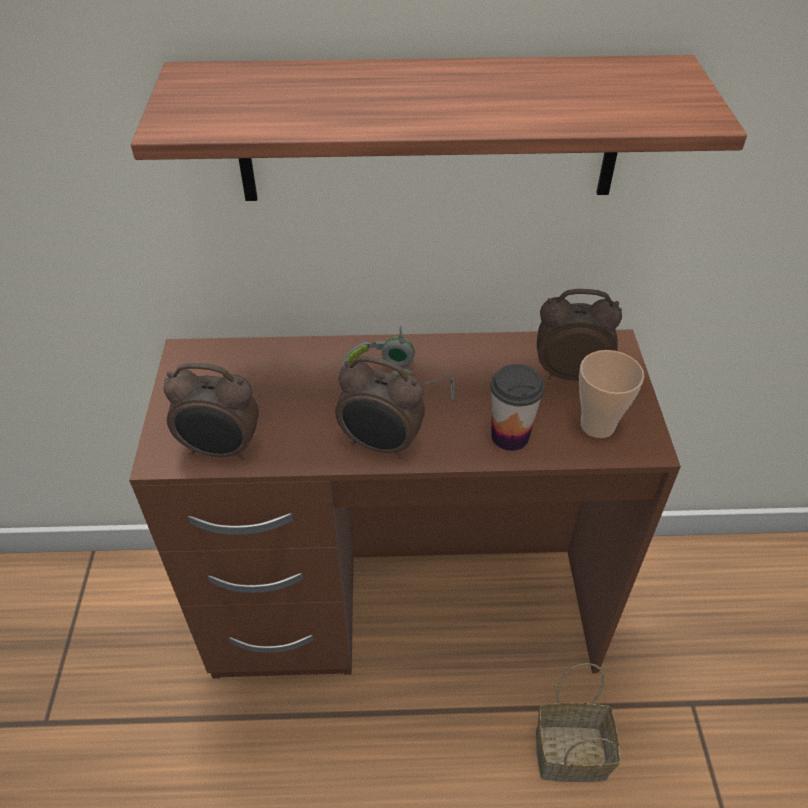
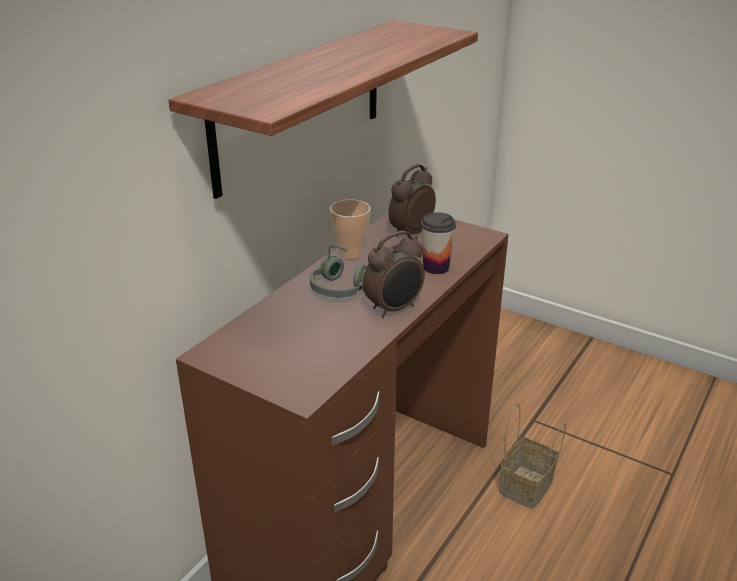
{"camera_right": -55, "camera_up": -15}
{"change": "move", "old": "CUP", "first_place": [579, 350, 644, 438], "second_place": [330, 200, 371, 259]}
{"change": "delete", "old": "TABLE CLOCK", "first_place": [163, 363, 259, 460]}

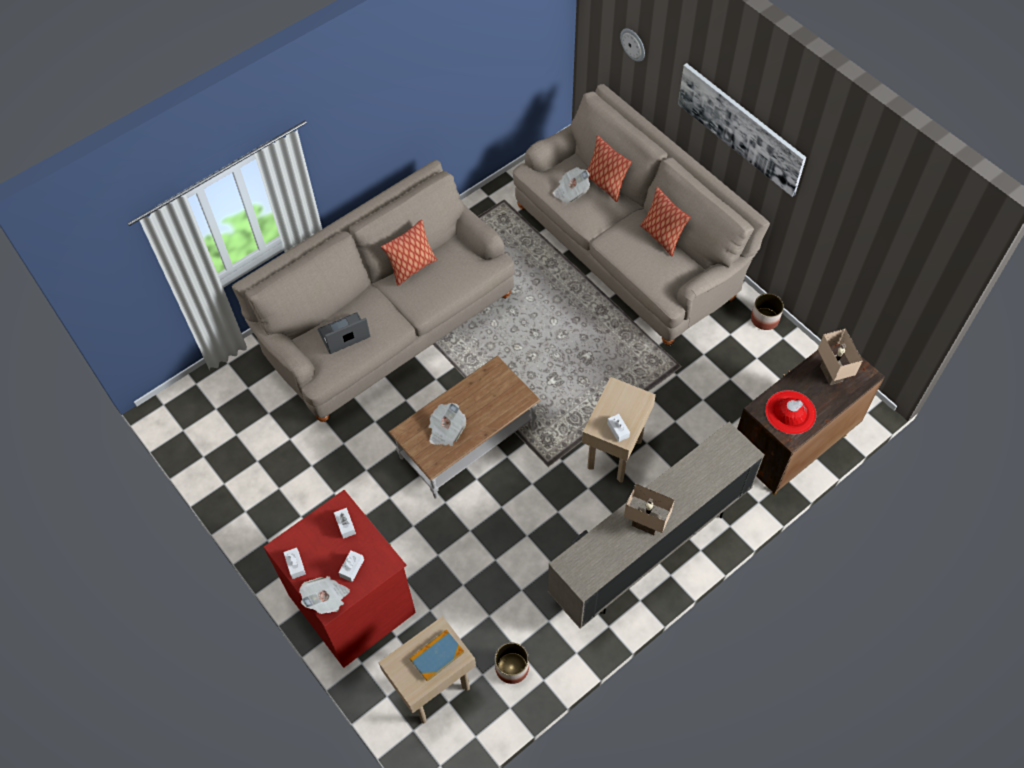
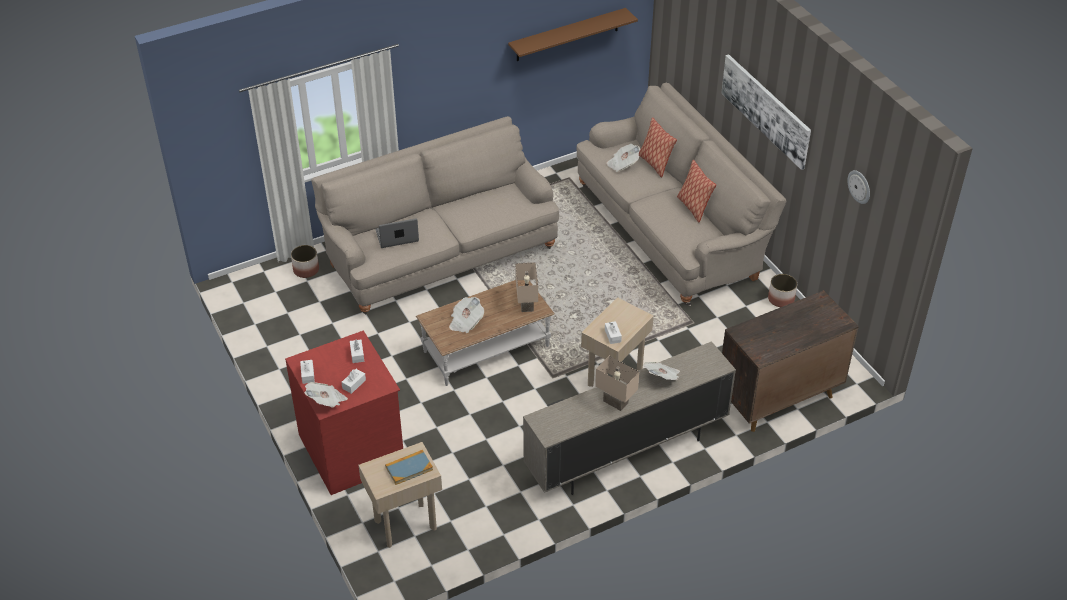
{"camera_right": 10, "camera_up": -15}
{"change": "move", "old": "FLOWER POT", "first_place": [495, 642, 529, 684], "second_place": [291, 245, 319, 278]}
{"change": "insert", "new": "BROWN-COLOURED SHELF", "second_place": [508, 8, 638, 61]}
{"change": "move", "old": "SAND-COLOURED TABLETOP LAMP", "first_place": [818, 329, 863, 385], "second_place": [515, 262, 538, 312]}
{"change": "insert", "new": "PRINTED PAPER", "second_place": [643, 362, 680, 380]}
{"change": "move", "old": "WALL CLOCK", "first_place": [620, 28, 645, 62], "second_place": [847, 170, 870, 204]}
{"change": "delete", "old": "THROW PILLOW", "first_place": [381, 220, 437, 286]}
{"change": "delete", "old": "RED-COLOURED HAT", "first_place": [765, 390, 816, 435]}

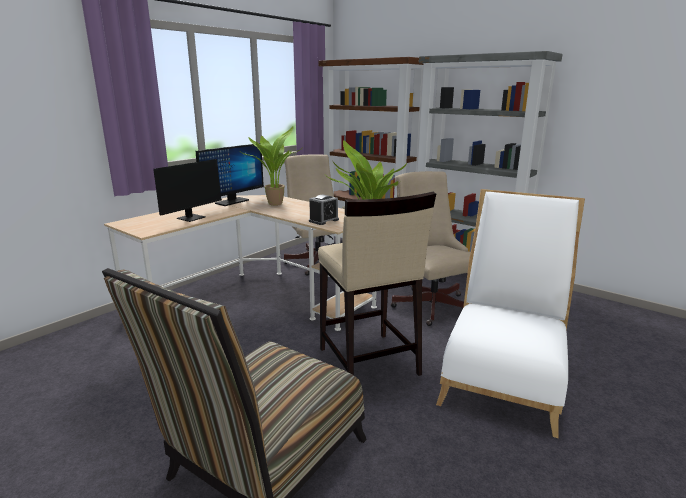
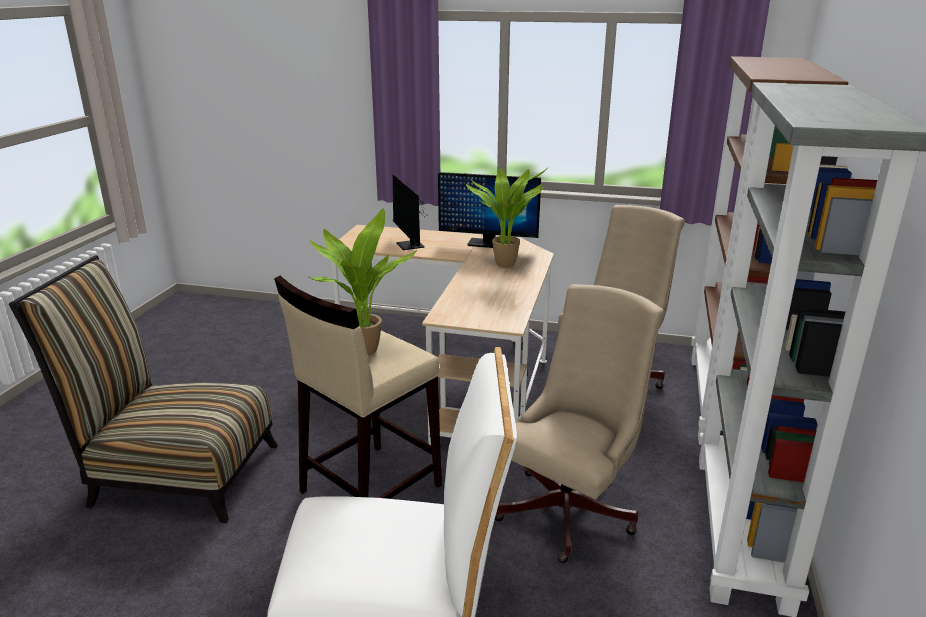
{"camera_right": 65, "camera_up": 5}
{"change": "rotate", "old": "COMPUTER SCREEN", "first_place": [153, 159, 234, 222], "second_place": [393, 174, 428, 250], "degrees": 60}
{"change": "delete", "old": "TABLE CLOCK", "first_place": [309, 195, 339, 225]}

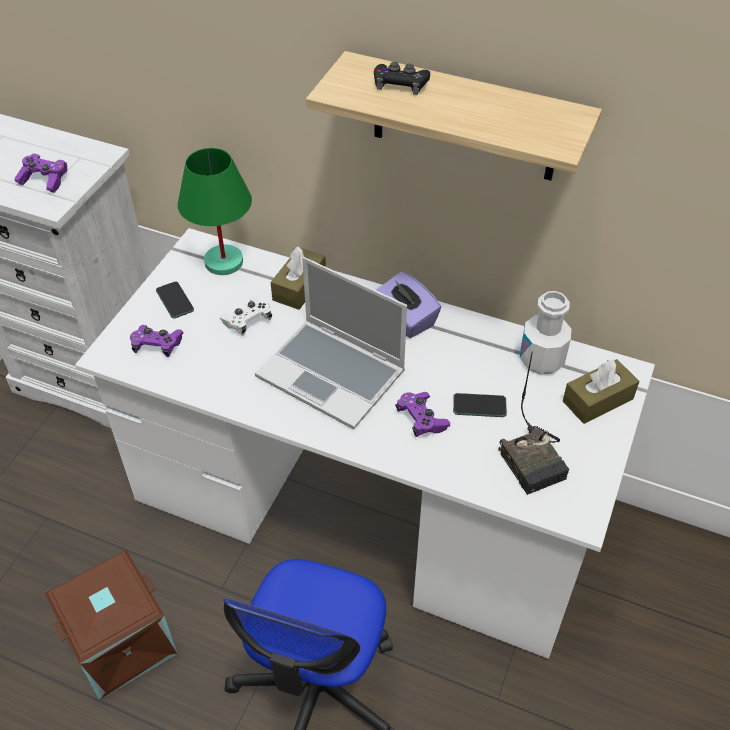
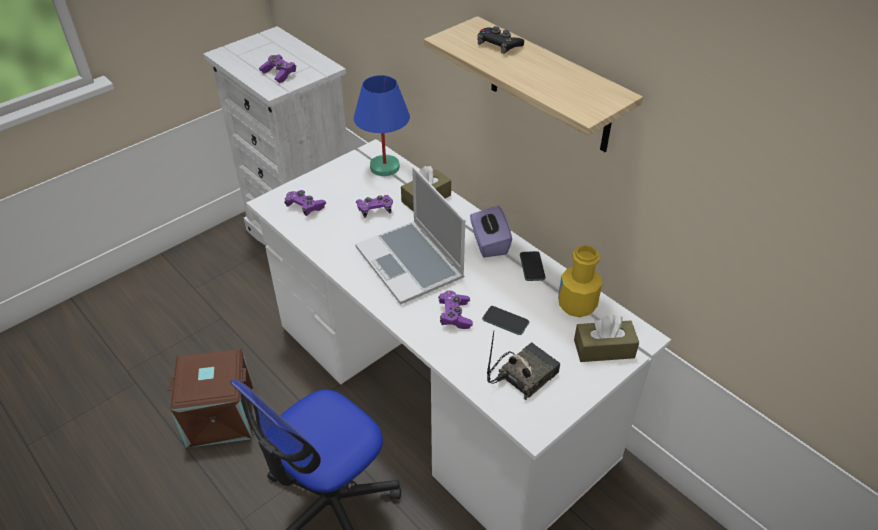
{"camera_right": 25, "camera_up": -5}
{"change": "recolor", "old": "GREEN-COLOURED TABLETOP LAMP", "new": "BLUISH TABLETOP LAMP", "first_place": [178, 148, 252, 275], "second_place": [354, 75, 410, 176]}
{"change": "recolor", "old": "WHITE GAME CONTROLLER", "new": "PURPLE GAME CONTROLLER", "first_place": [220, 297, 272, 336], "second_place": [356, 195, 393, 218]}
{"change": "rotate", "old": "RADIO", "first_place": [498, 352, 569, 495], "second_place": [487, 330, 561, 400], "degrees": -135}
{"change": "move", "old": "HANDSET", "first_place": [156, 281, 194, 318], "second_place": [520, 251, 546, 281]}
{"change": "recolor", "old": "WHITE DRINK BOTTLE", "new": "YELLOW DRINK BOTTLE", "first_place": [520, 291, 571, 375], "second_place": [558, 245, 602, 317]}

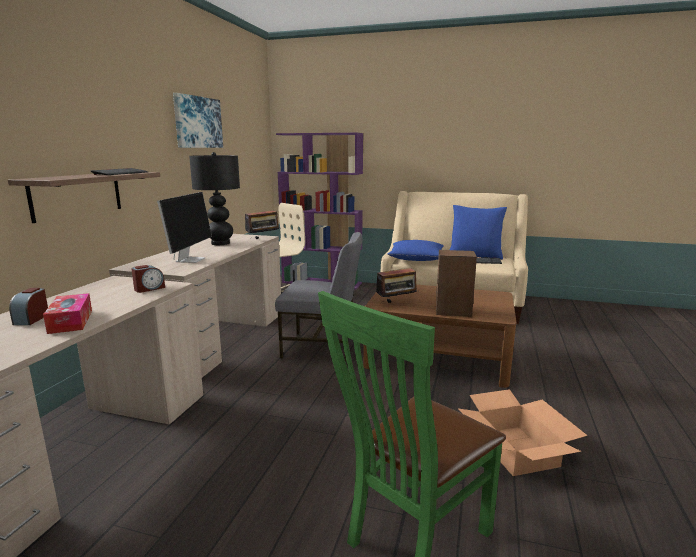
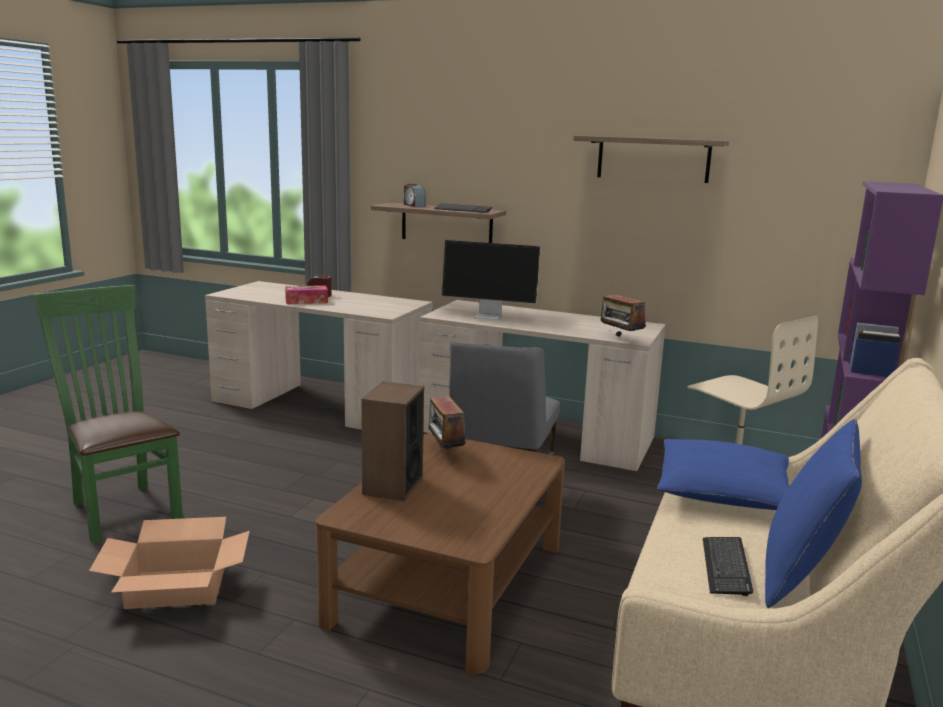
{"camera_right": 95, "camera_up": 0}
{"change": "move", "old": "TABLE CLOCK", "first_place": [131, 265, 165, 293], "second_place": [404, 184, 426, 207]}
{"change": "replace", "old": "PICTURE", "new": "SHELF", "first_place": [173, 93, 223, 148], "second_place": [574, 136, 729, 183]}
{"change": "delete", "old": "BLACK TABLETOP LAMP", "first_place": [189, 152, 240, 245]}

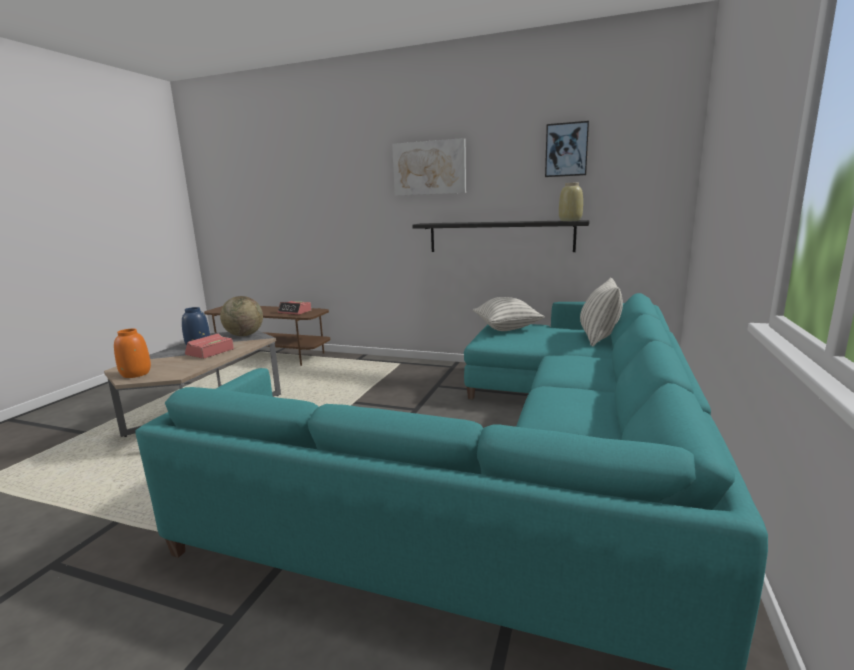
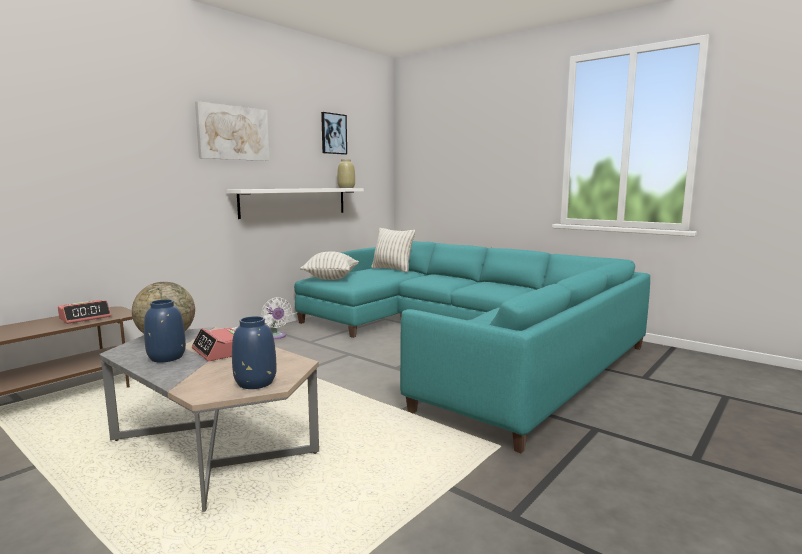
{"camera_right": -70, "camera_up": -5}
{"change": "recolor", "old": "BLACK SHELF", "new": "WHITE SHELF", "first_place": [413, 220, 590, 252], "second_place": [227, 188, 364, 219]}
{"change": "recolor", "old": "ORANGEY VASE", "new": "BLUISH VASE", "first_place": [114, 329, 151, 378], "second_place": [232, 316, 276, 389]}
{"change": "insert", "new": "WHITE ELECTRIC FAN", "second_place": [261, 297, 292, 340]}

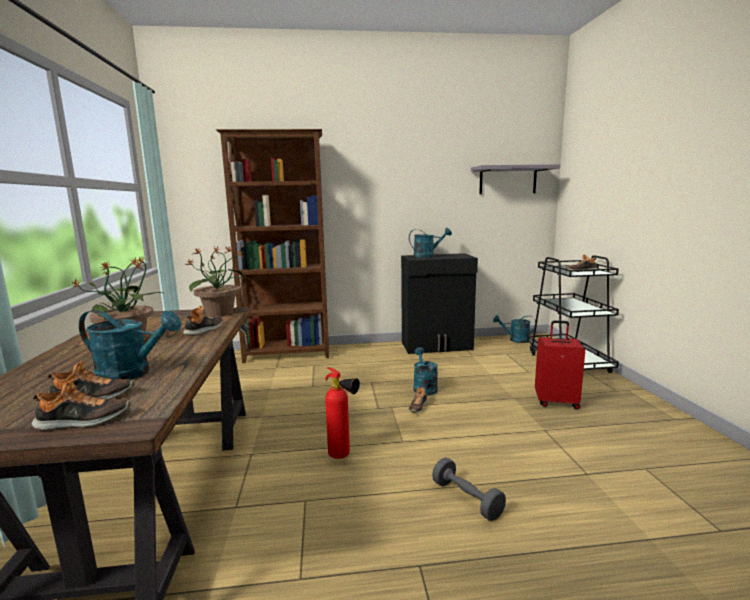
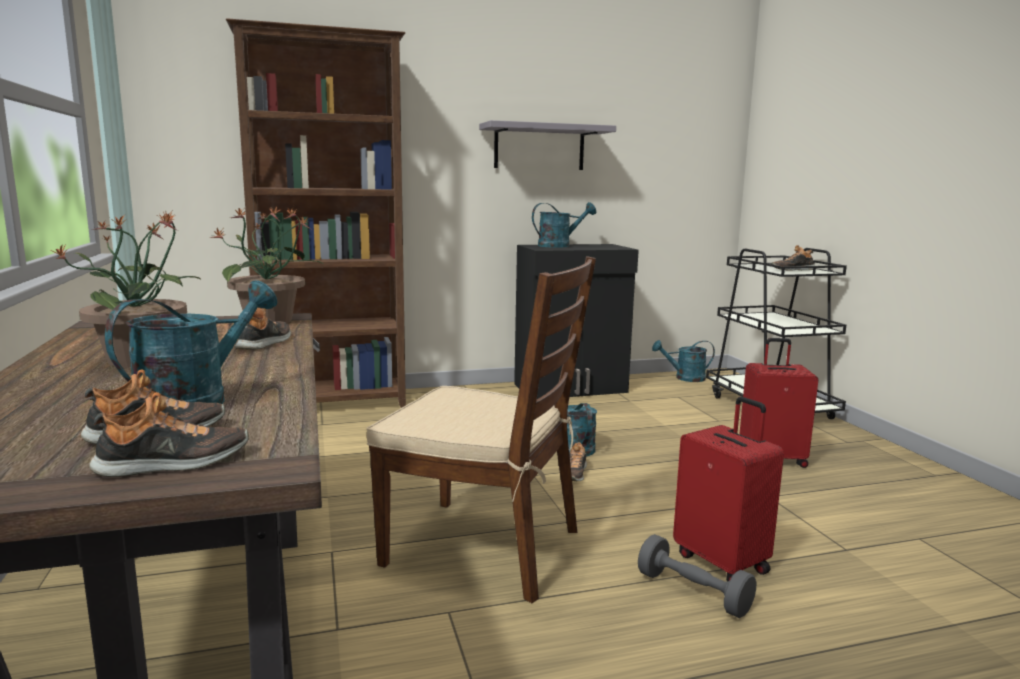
{"camera_right": -10, "camera_up": 0}
{"change": "rotate", "old": "TURQUOISE WATERING POT", "first_place": [79, 310, 182, 380], "second_place": [105, 281, 277, 404], "degrees": -60}
{"change": "replace", "old": "EXTINGUISHER", "new": "BROWN-COLOURED UPRIGHT CHAIR", "first_place": [325, 368, 360, 459], "second_place": [366, 256, 596, 603]}
{"change": "move", "old": "GRAY SHELF", "first_place": [471, 164, 560, 194], "second_place": [479, 120, 616, 170]}
{"change": "insert", "new": "RED-COLOURED PIECE OF LUGGAGE", "second_place": [673, 397, 784, 581]}

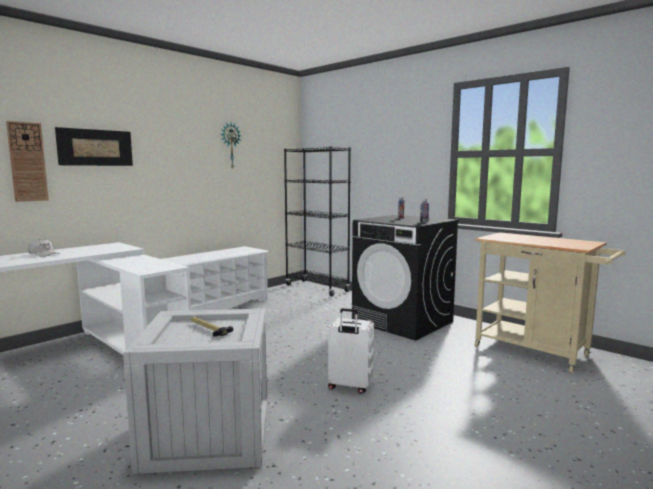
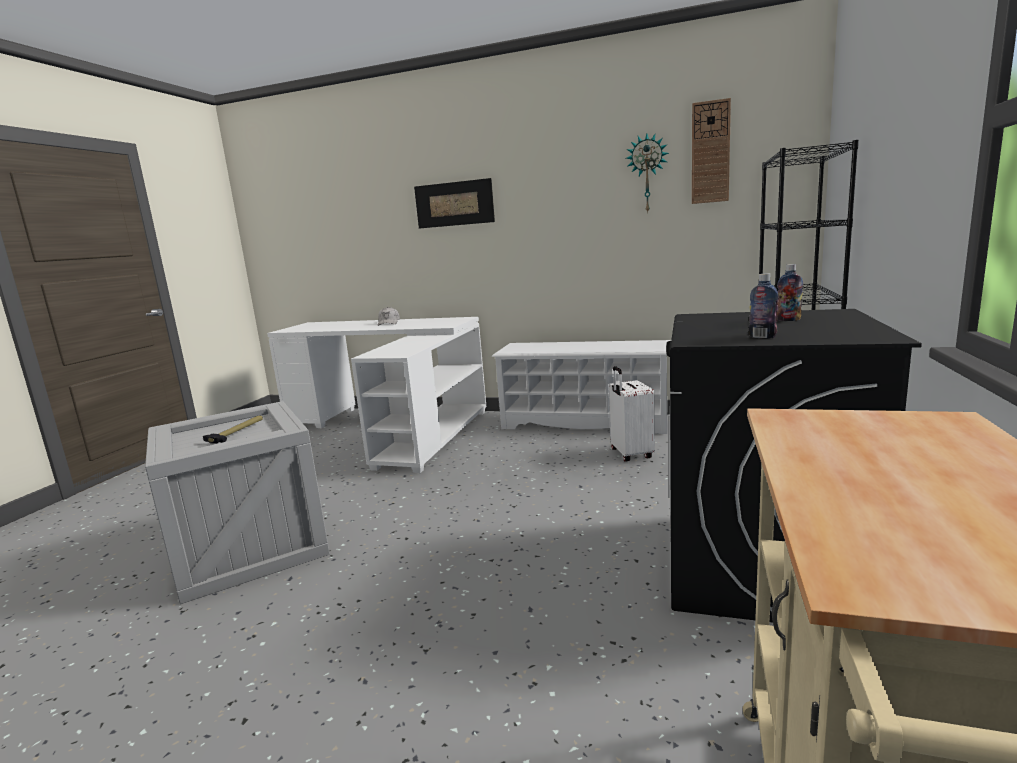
{"camera_right": 65, "camera_up": 5}
{"change": "move", "old": "WHITE PIECE OF LUGGAGE", "first_place": [328, 308, 374, 393], "second_place": [609, 366, 655, 461]}
{"change": "move", "old": "WALL CLOCK", "first_place": [6, 121, 49, 202], "second_place": [692, 98, 731, 204]}

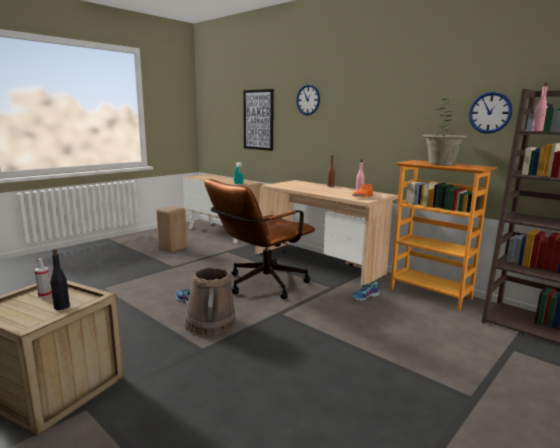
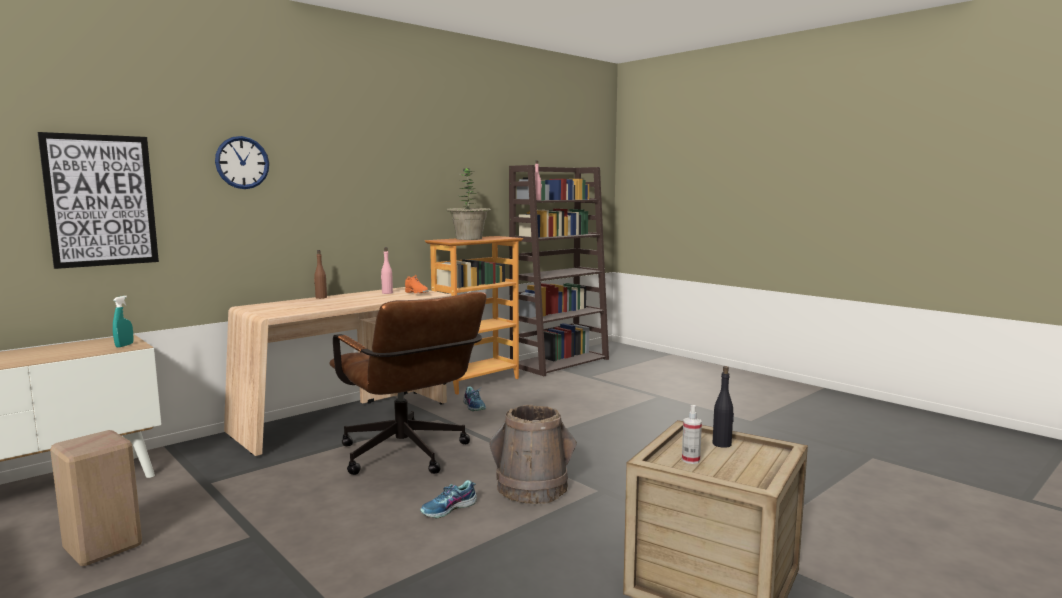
{"camera_right": -85, "camera_up": -5}
{"change": "delete", "old": "WALL CLOCK", "first_place": [469, 92, 512, 134]}

